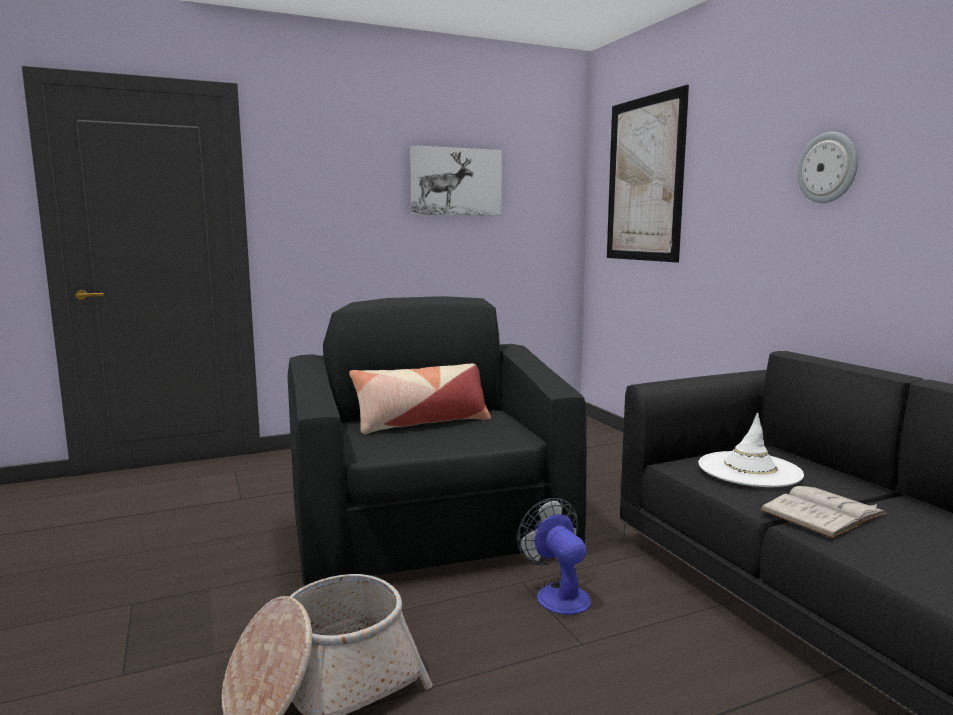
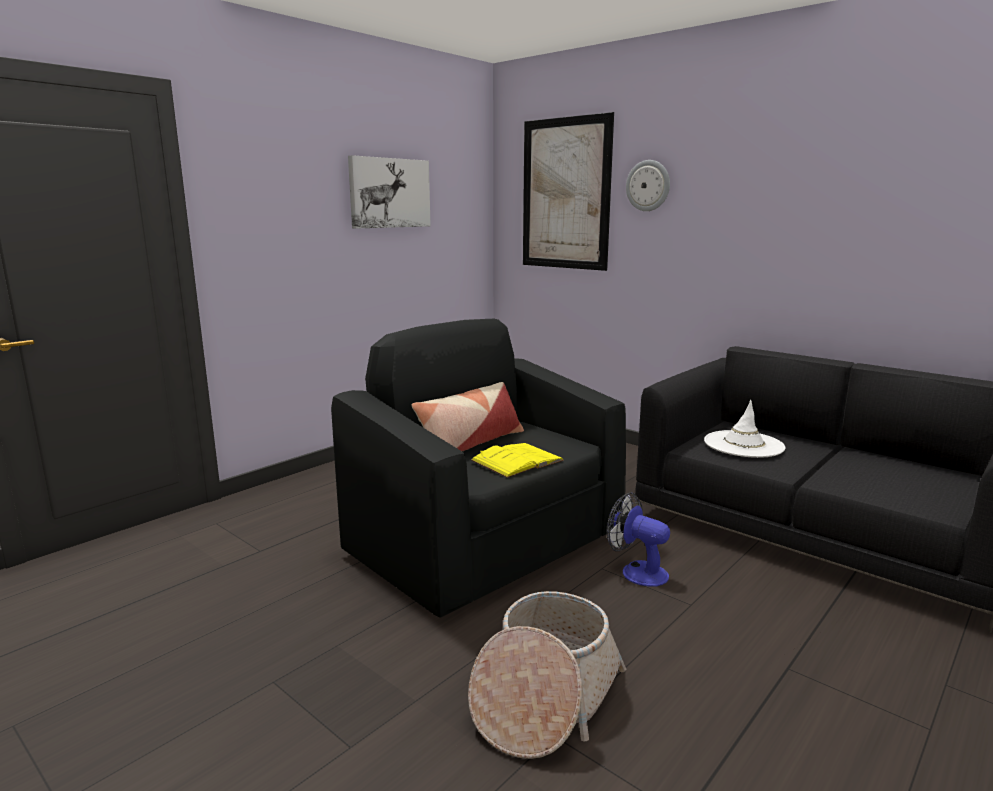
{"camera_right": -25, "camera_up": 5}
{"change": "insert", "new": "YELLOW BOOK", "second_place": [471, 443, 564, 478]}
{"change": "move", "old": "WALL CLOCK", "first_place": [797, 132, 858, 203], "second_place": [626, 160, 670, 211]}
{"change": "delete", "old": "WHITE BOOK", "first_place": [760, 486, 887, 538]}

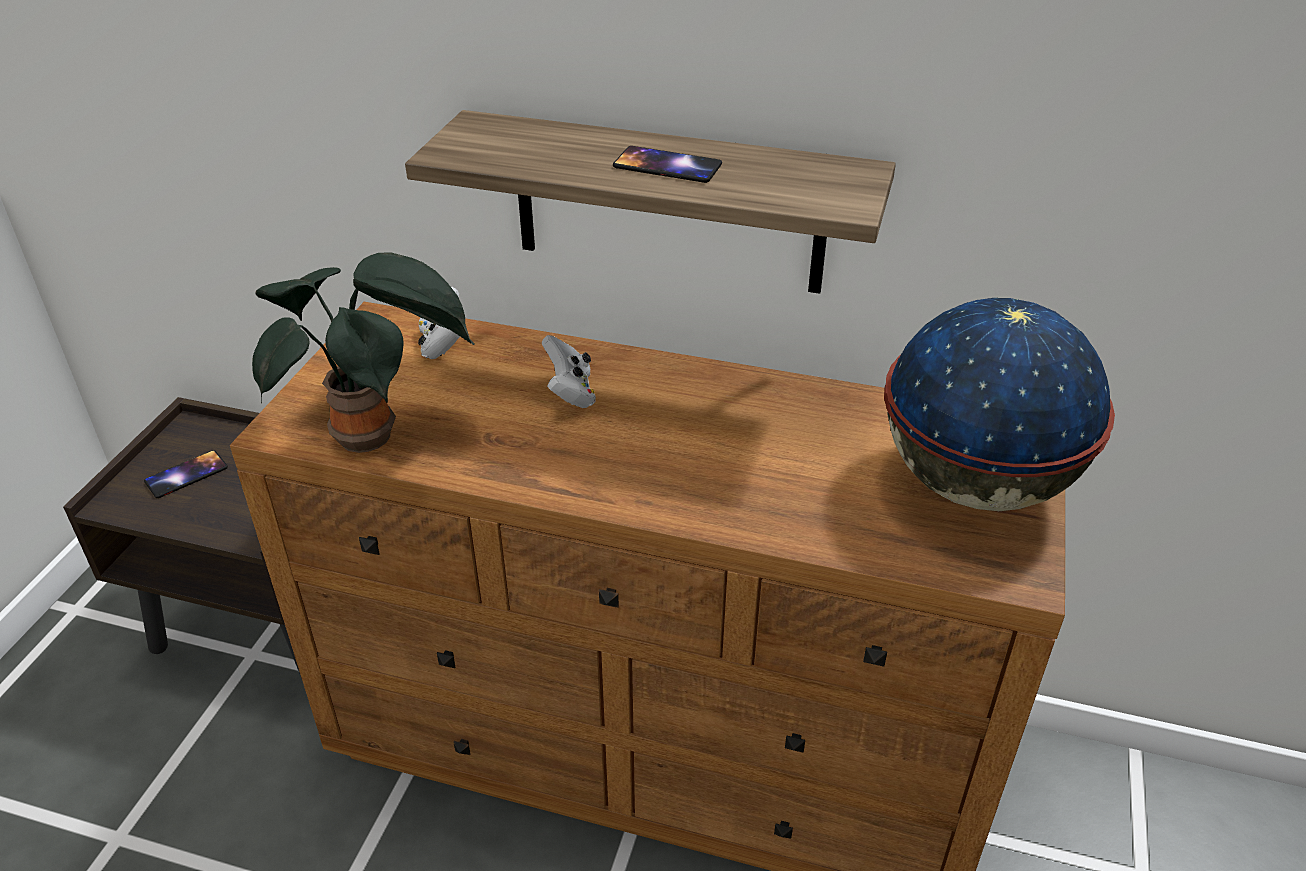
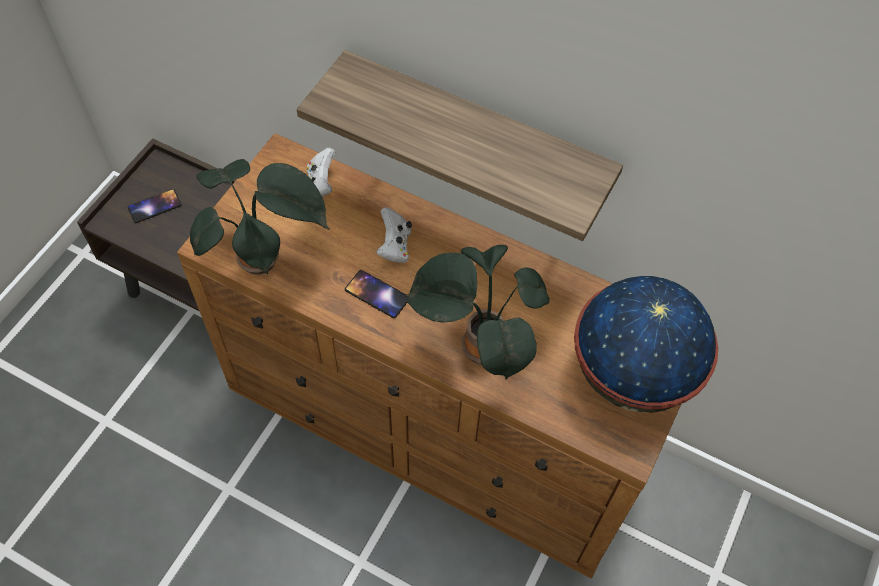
{"camera_right": 10, "camera_up": 20}
{"change": "move", "old": "HANDSET", "first_place": [613, 146, 722, 183], "second_place": [345, 270, 409, 318]}
{"change": "insert", "new": "POTTED PLANT", "second_place": [407, 245, 550, 380]}

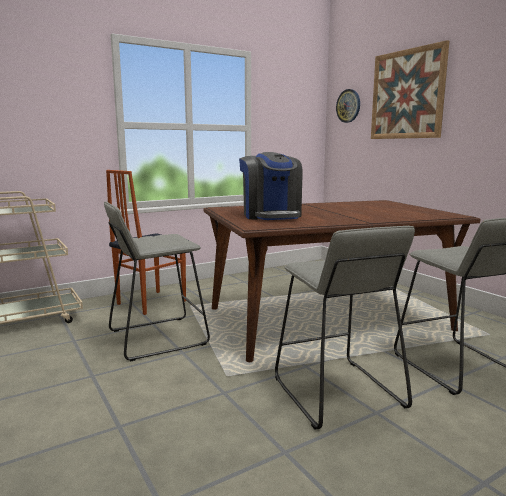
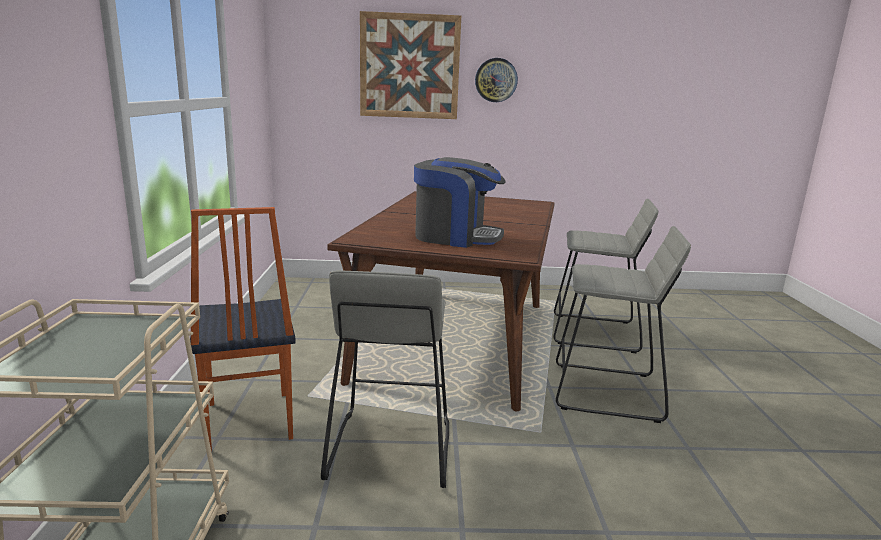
{"camera_right": -60, "camera_up": 5}
{"change": "move", "old": "WALL CLOCK", "first_place": [336, 89, 360, 123], "second_place": [475, 58, 518, 102]}

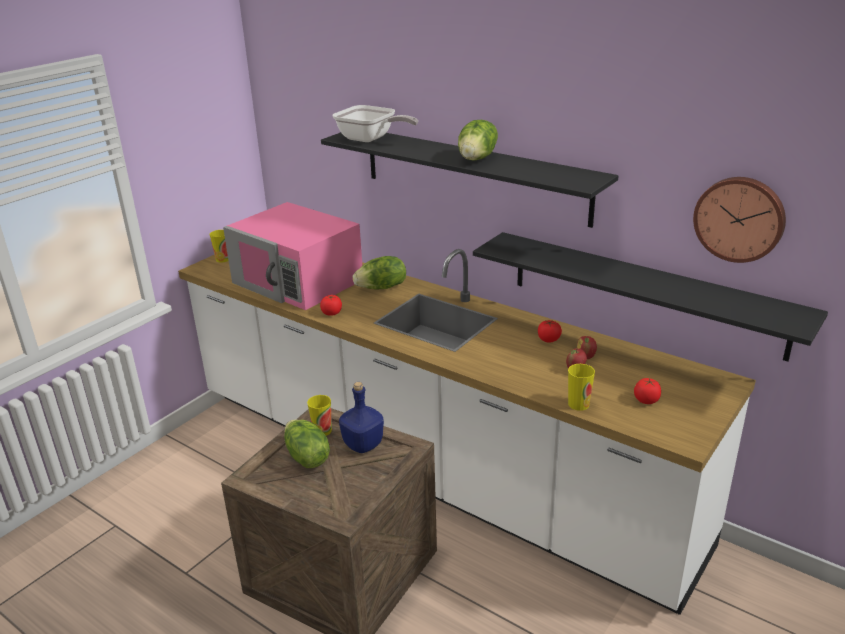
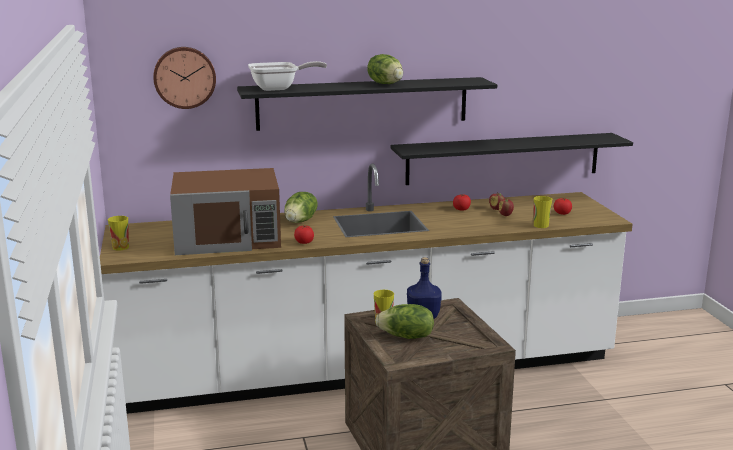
{"camera_right": -50, "camera_up": -10}
{"change": "move", "old": "WALL CLOCK", "first_place": [693, 177, 786, 263], "second_place": [153, 47, 216, 109]}
{"change": "recolor", "old": "PINK MICROWAVE OVEN", "new": "BROWN-COLOURED MICROWAVE OVEN", "first_place": [223, 202, 362, 310], "second_place": [170, 168, 281, 255]}

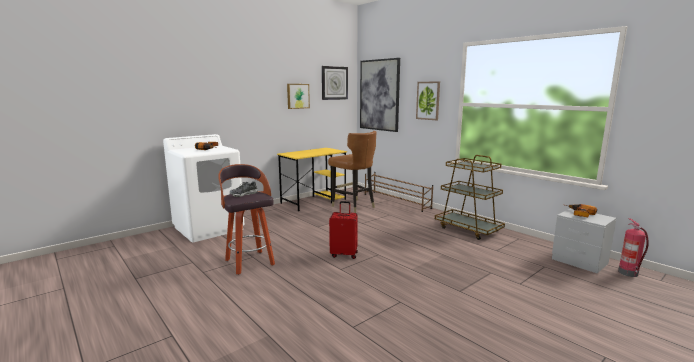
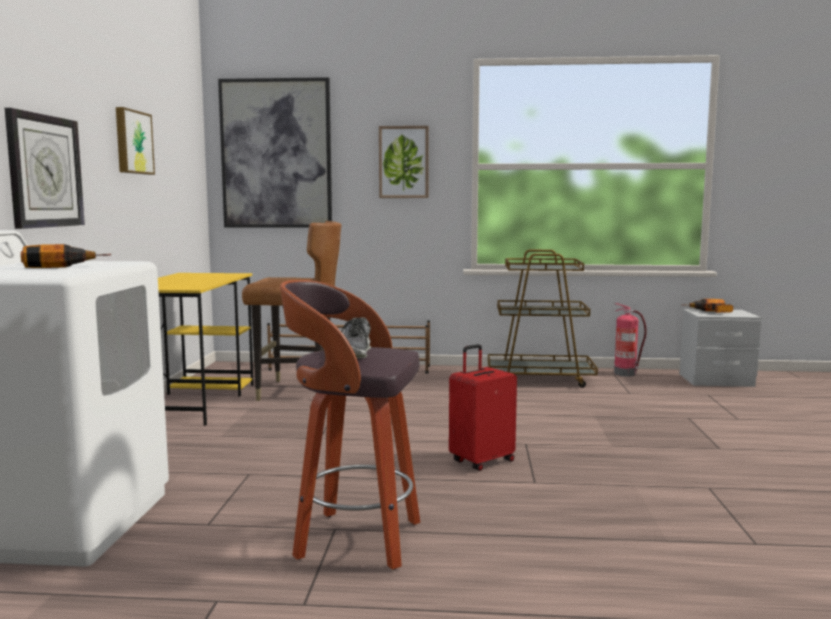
{"camera_right": -45, "camera_up": -5}
{"change": "move", "old": "WALL CLOCK", "first_place": [322, 66, 348, 100], "second_place": [5, 108, 85, 229]}
{"change": "move", "old": "EXTINGUISHER", "first_place": [618, 219, 649, 277], "second_place": [614, 303, 647, 376]}

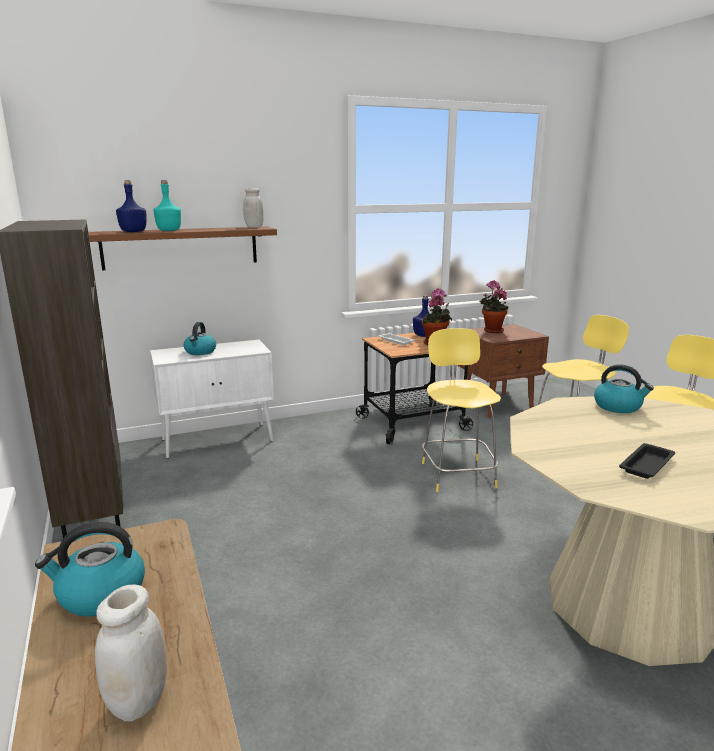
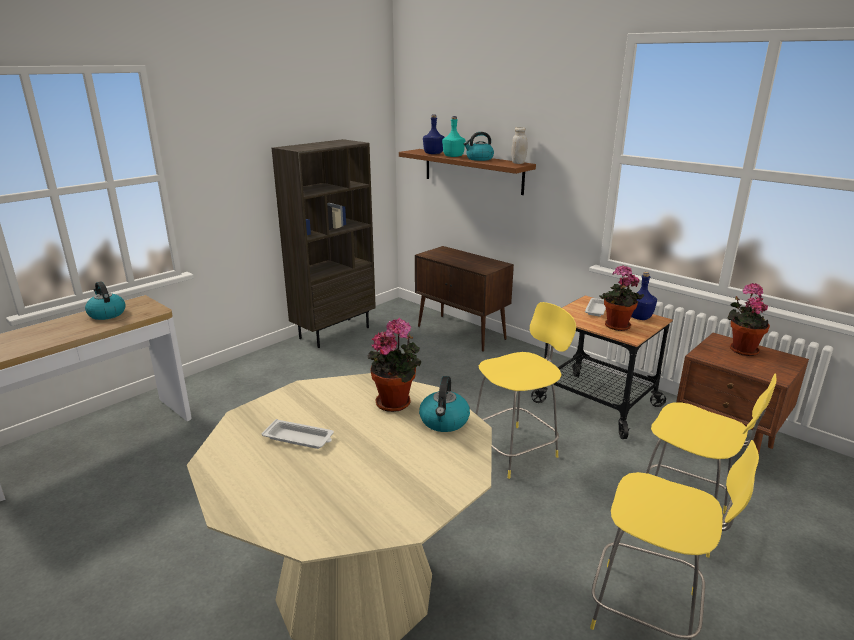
{"camera_right": 65, "camera_up": 5}
{"change": "recolor", "old": "BLACK TRAY", "new": "WHITE TRAY", "first_place": [619, 443, 675, 479], "second_place": [261, 419, 334, 449]}
{"change": "insert", "new": "POTTED PLANT", "second_place": [368, 318, 421, 412]}
{"change": "recolor", "old": "WHITE CUPBOARD", "new": "BROWN-COLOURED CUPBOARD", "first_place": [150, 340, 274, 459], "second_place": [415, 246, 514, 352]}
{"change": "move", "old": "TEA KETTLE", "first_place": [184, 322, 216, 355], "second_place": [464, 132, 494, 161]}
{"change": "delete", "old": "WHITE STORAGE JAR", "first_place": [95, 585, 167, 721]}

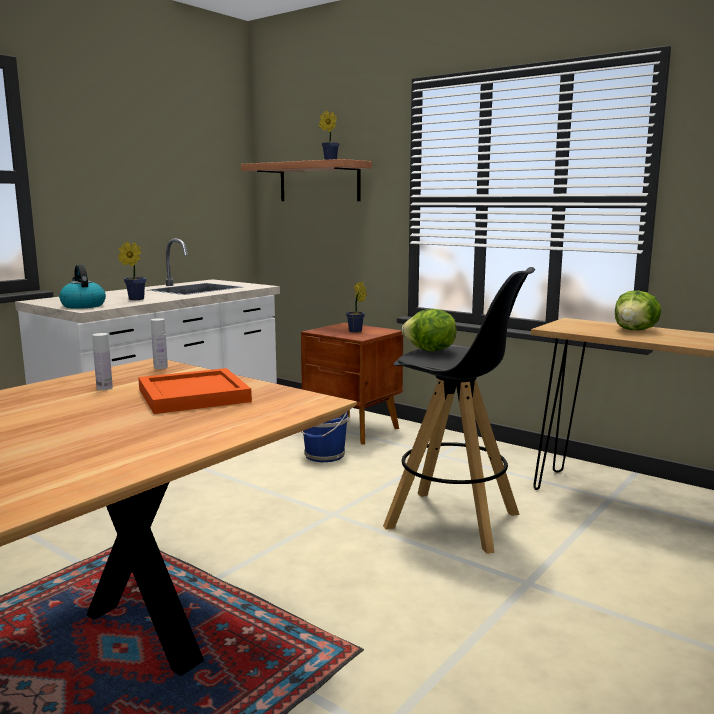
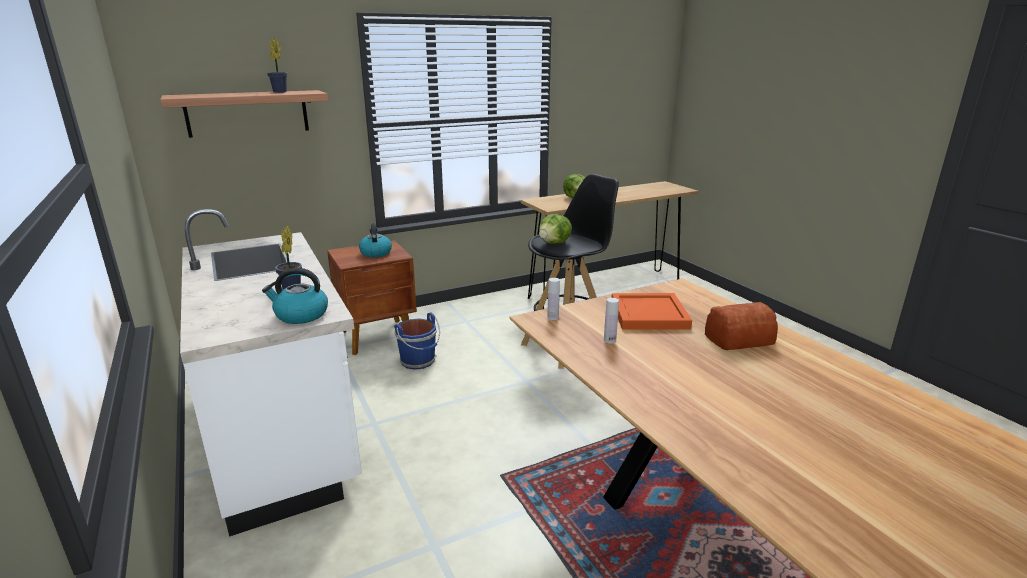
{"camera_right": -65, "camera_up": 10}
{"change": "replace", "old": "POTTED PLANT", "new": "TEA KETTLE", "first_place": [346, 281, 367, 333], "second_place": [359, 223, 392, 257]}
{"change": "insert", "new": "BREAD", "second_place": [705, 302, 778, 350]}

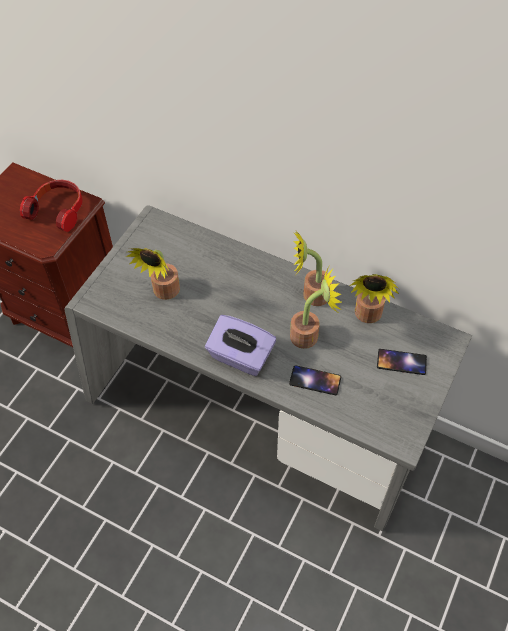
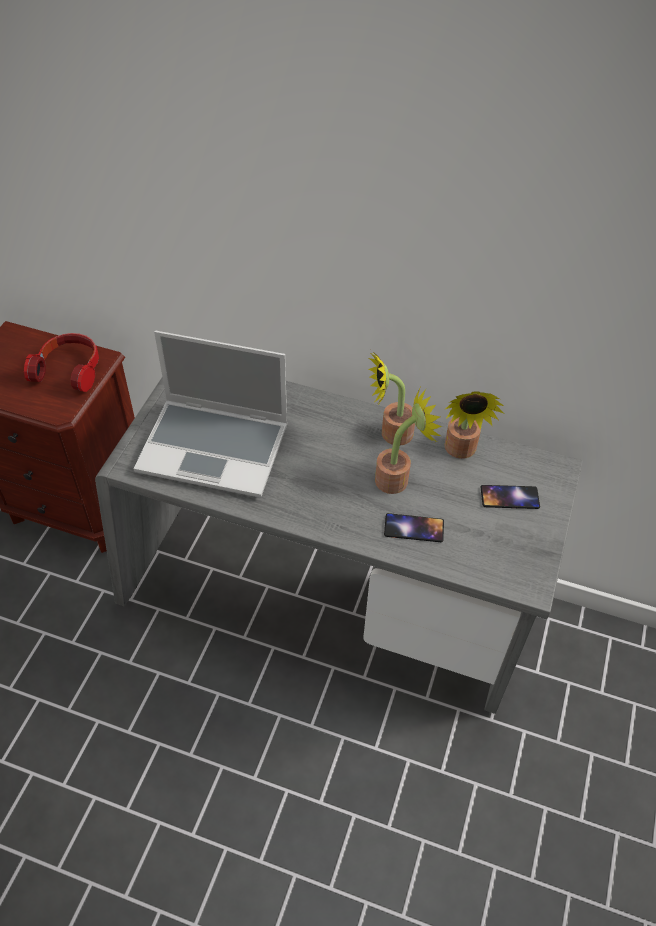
{"camera_right": -10, "camera_up": -5}
{"change": "replace", "old": "POTTED PLANT", "new": "NOTEBOOK COMPUTER", "first_place": [126, 248, 180, 300], "second_place": [133, 331, 288, 498]}
{"change": "delete", "old": "PURPLE BOX OF TISSUES", "first_place": [205, 315, 276, 376]}

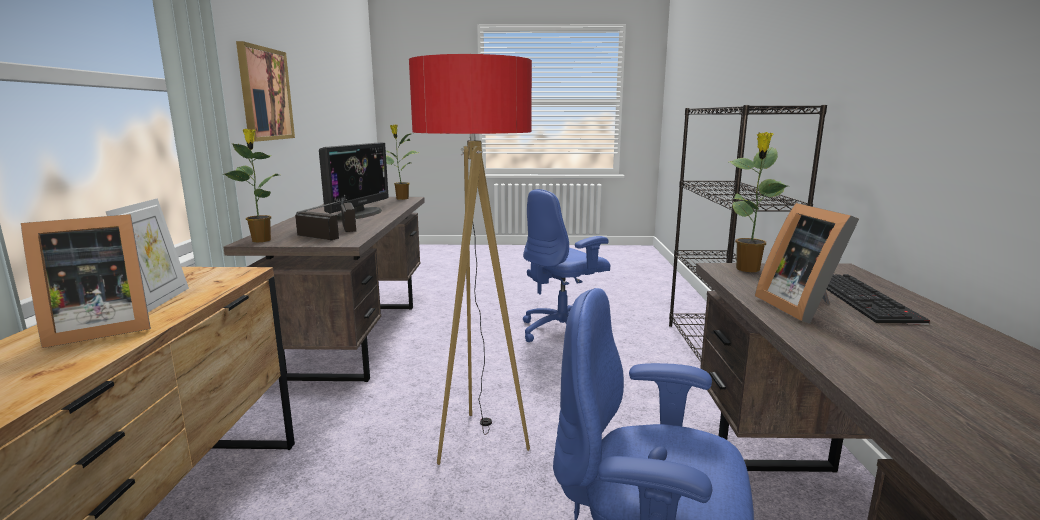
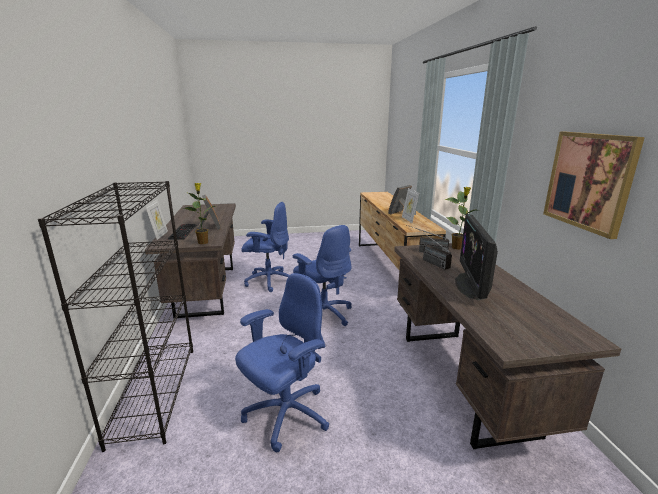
{"camera_right": 170, "camera_up": 5}
{"change": "insert", "new": "STANDING FRAME", "second_place": [145, 200, 168, 240]}
{"change": "replace", "old": "STANDING LAMP", "new": "BLUISH OFFICE CHAIR", "first_place": [409, 54, 532, 465], "second_place": [293, 225, 352, 326]}
{"change": "delete", "old": "POTTED PLANT", "first_place": [386, 124, 419, 200]}

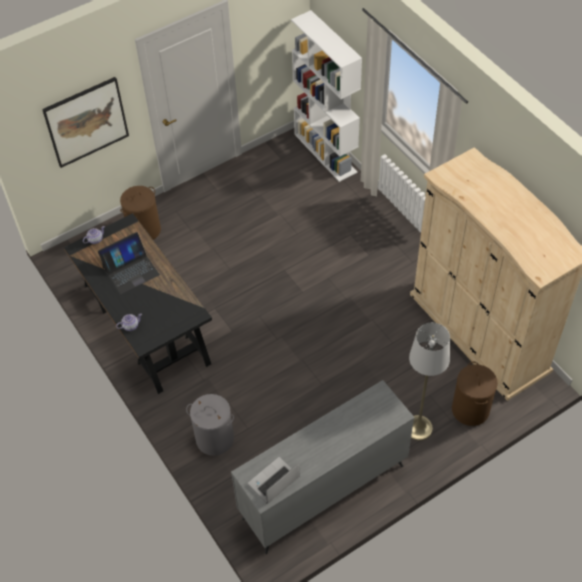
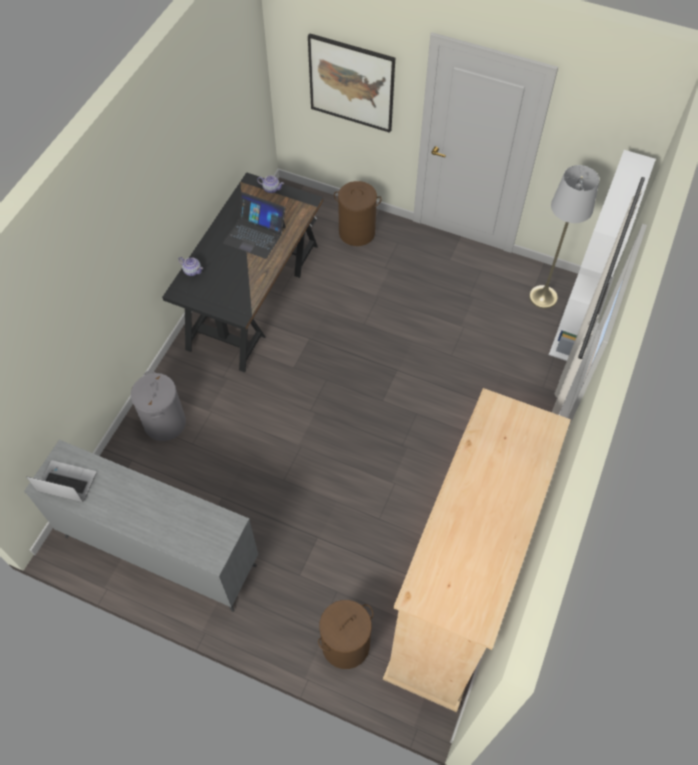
{"camera_right": 55, "camera_up": 5}
{"change": "move", "old": "GRAY STANDING LAMP", "first_place": [409, 323, 450, 441], "second_place": [529, 165, 599, 309]}

